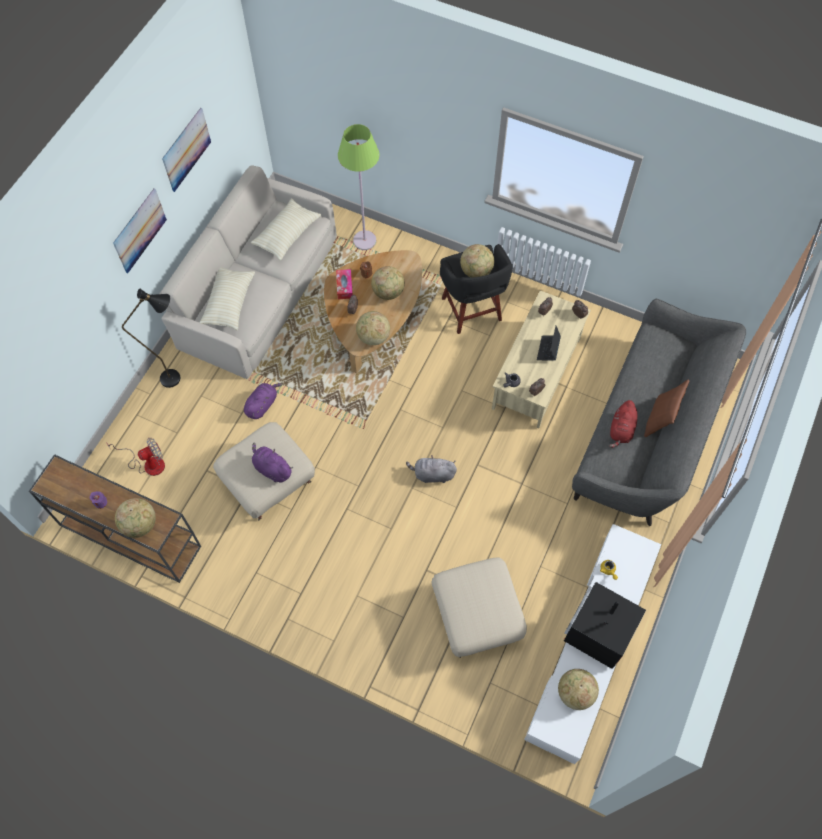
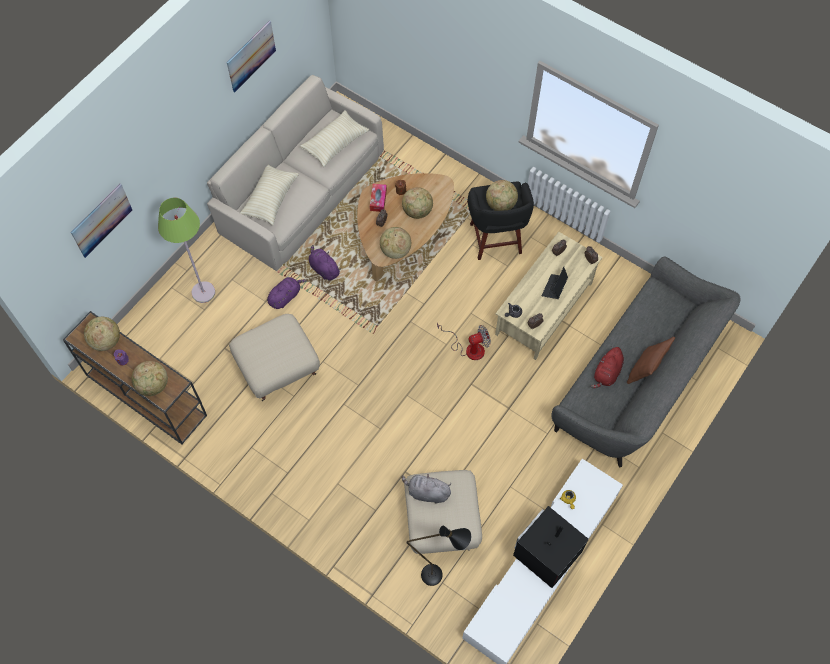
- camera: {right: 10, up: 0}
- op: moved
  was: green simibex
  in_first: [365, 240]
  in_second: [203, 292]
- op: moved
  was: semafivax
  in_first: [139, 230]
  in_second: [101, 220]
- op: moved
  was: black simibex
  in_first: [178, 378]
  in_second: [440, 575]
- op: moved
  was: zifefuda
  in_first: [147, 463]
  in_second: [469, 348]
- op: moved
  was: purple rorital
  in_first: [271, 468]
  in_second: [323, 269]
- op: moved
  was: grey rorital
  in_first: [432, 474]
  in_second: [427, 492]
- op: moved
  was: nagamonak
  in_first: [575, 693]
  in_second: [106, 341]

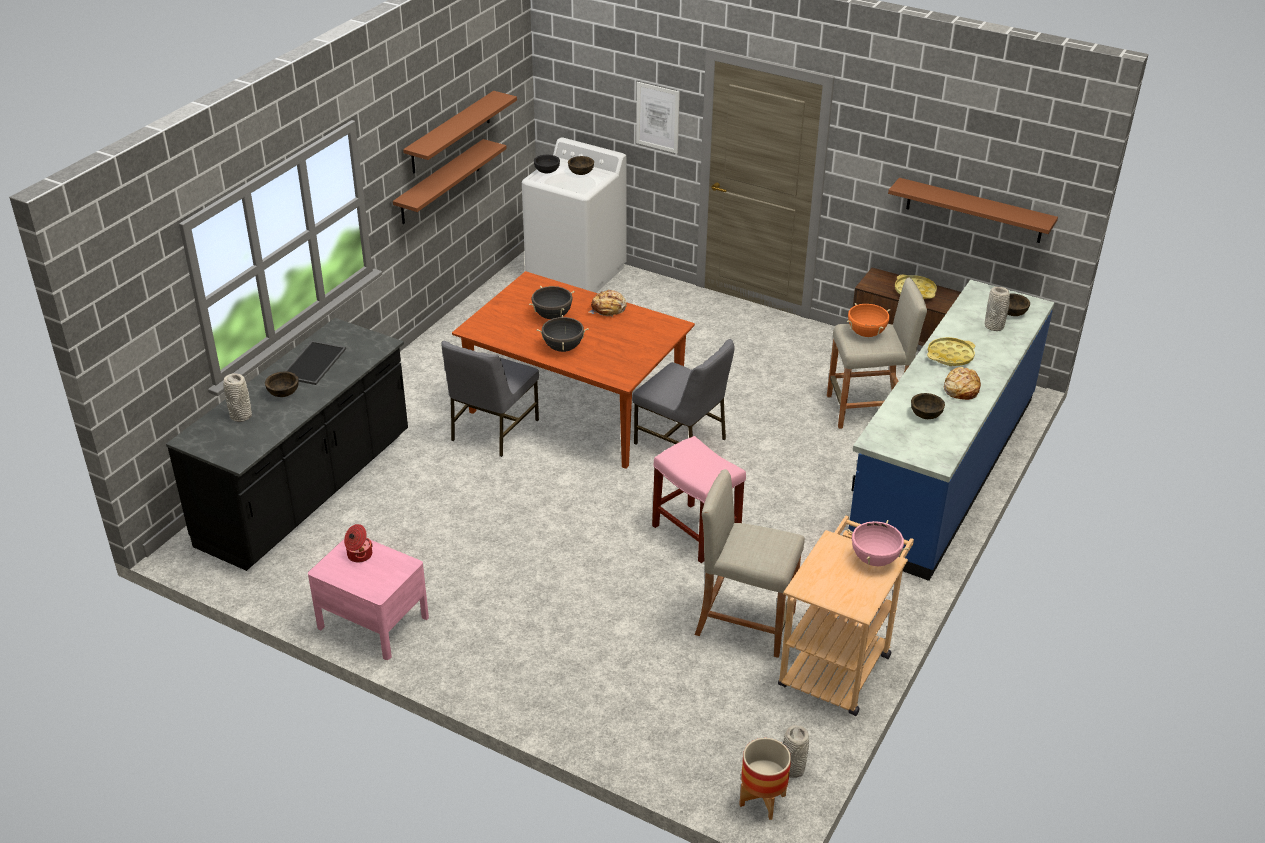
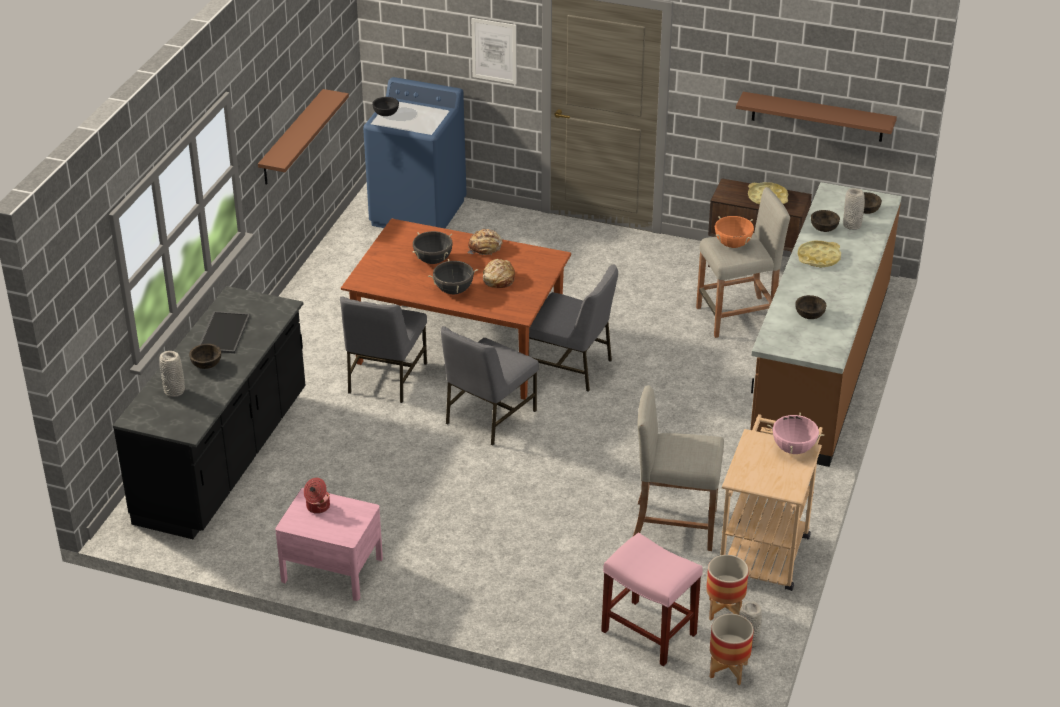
- camera: {right: -10, up: 0}
- op: removed
  was: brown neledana
  in_first: [451, 132]
- op: recoloured
  was: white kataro
  now: blue kataro
  in_first: [576, 274]
  in_second: [418, 213]
- op: moved
  was: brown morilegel
  in_first: [581, 172]
  in_second: [824, 228]
- op: recoloured
  was: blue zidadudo
  now: brown zidadudo
  in_first: [942, 470]
  in_second: [819, 365]
- op: moved
  was: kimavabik
  in_first: [961, 389]
  in_second: [498, 279]
- op: moved
  was: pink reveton
  in_first: [697, 533]
  in_second: [650, 633]
- op: added
  now: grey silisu
  in_second: [488, 417]
- op: added
  now: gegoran
  in_second: [724, 610]

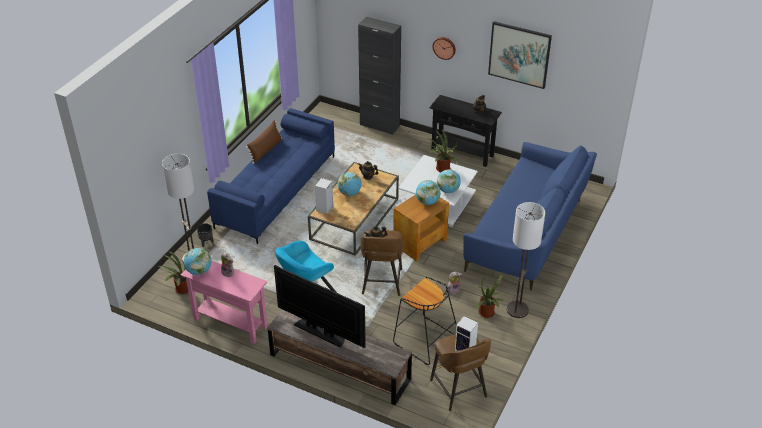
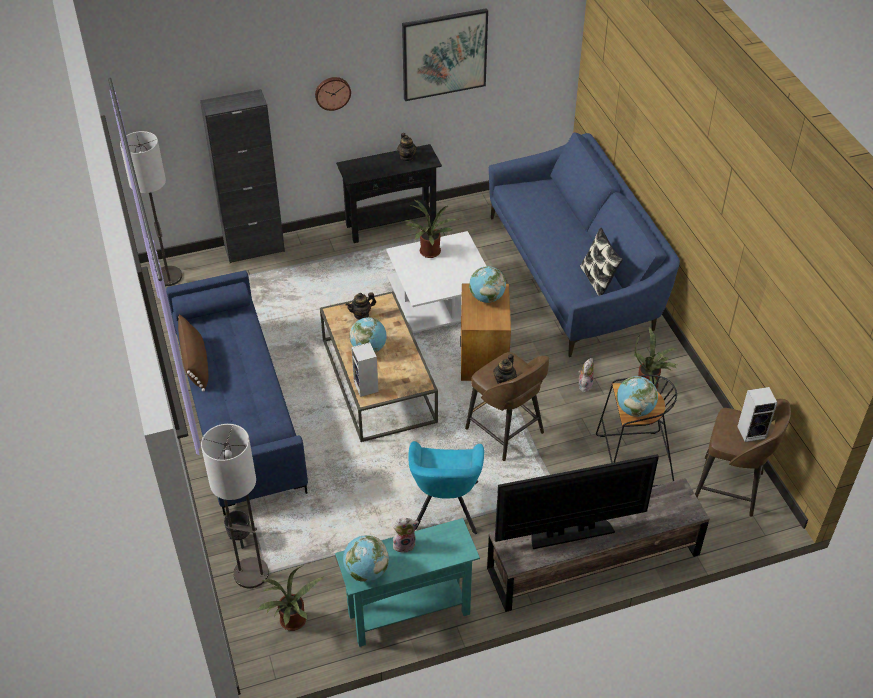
- camera: {right: -45, up: 5}
- op: moved
  was: nagamonak
  in_first: [448, 190]
  in_second: [634, 409]
- op: moved
  was: simibex
  in_first: [517, 310]
  in_second: [168, 277]
- op: recoloured
  was: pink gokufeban
  now: turquoise gokufeban
  in_first: [230, 323]
  in_second: [409, 614]
- op: added
  now: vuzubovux
  in_second: [598, 281]

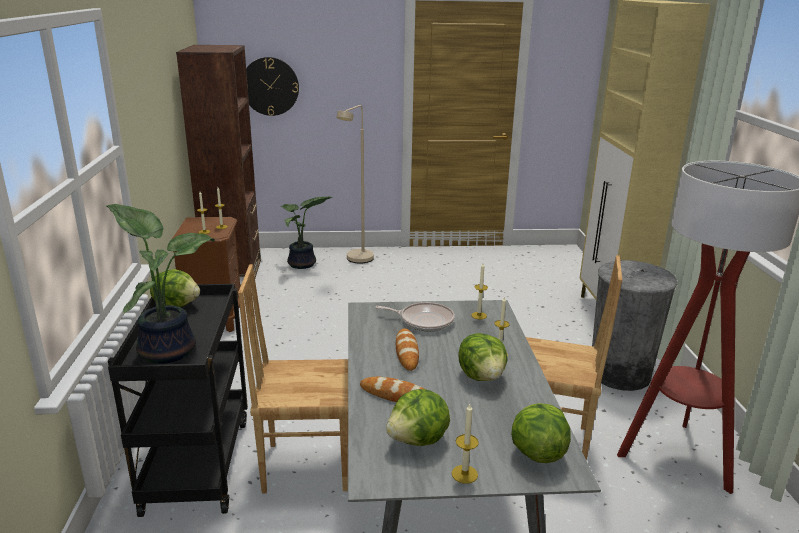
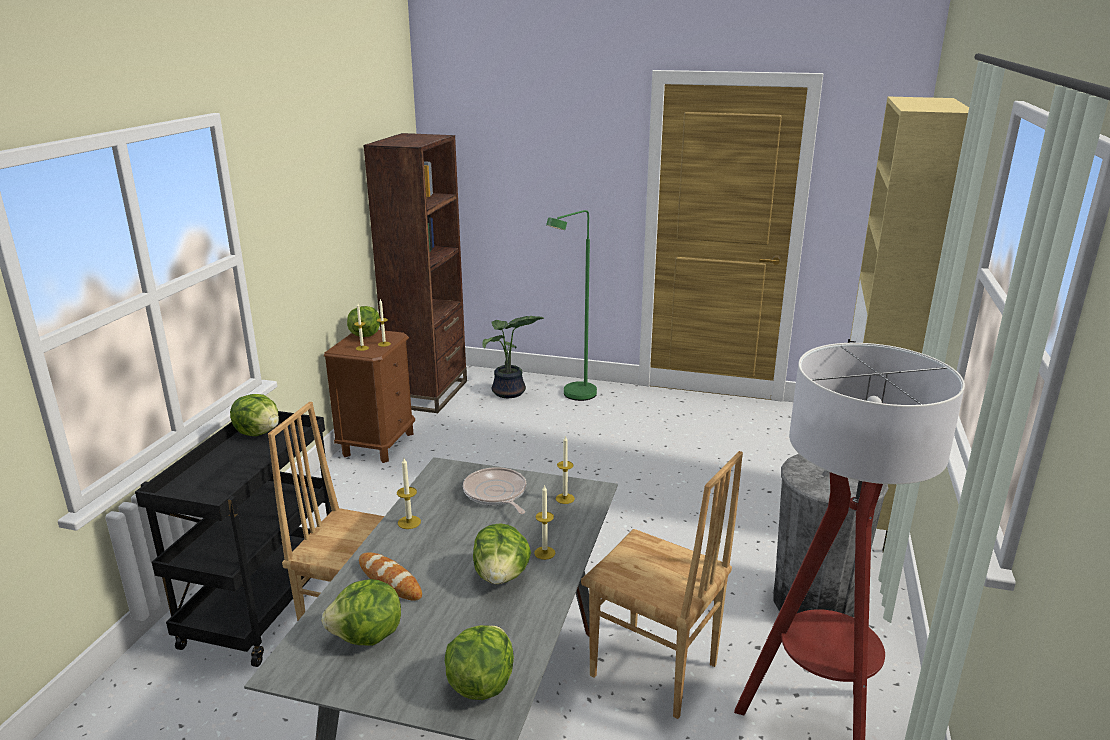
- camera: {right: 20, up: 0}
- op: removed
  was: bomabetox
  in_first: [270, 86]
- op: recoloured
  was: beige simibex
  now: green simibex
  in_first: [357, 261]
  in_second: [574, 396]
- op: removed
  was: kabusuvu
  in_first: [168, 349]
- op: turned
  was: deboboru
  in_first: [424, 320]
  in_second: [496, 494]
  clockwise: -150
- op: removed
  was: kimavabik
  in_first: [407, 352]
- op: moved
  was: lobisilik
  in_first: [464, 474]
  in_second: [409, 522]
- op: added
  now: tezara
  in_second: [365, 335]

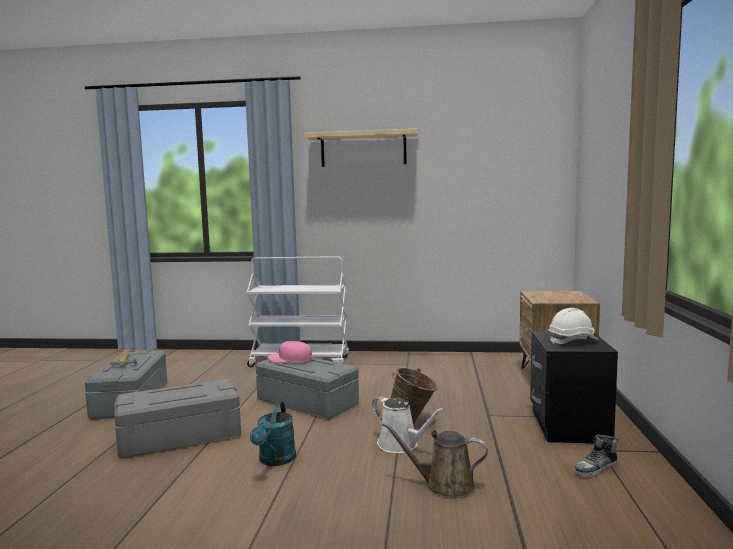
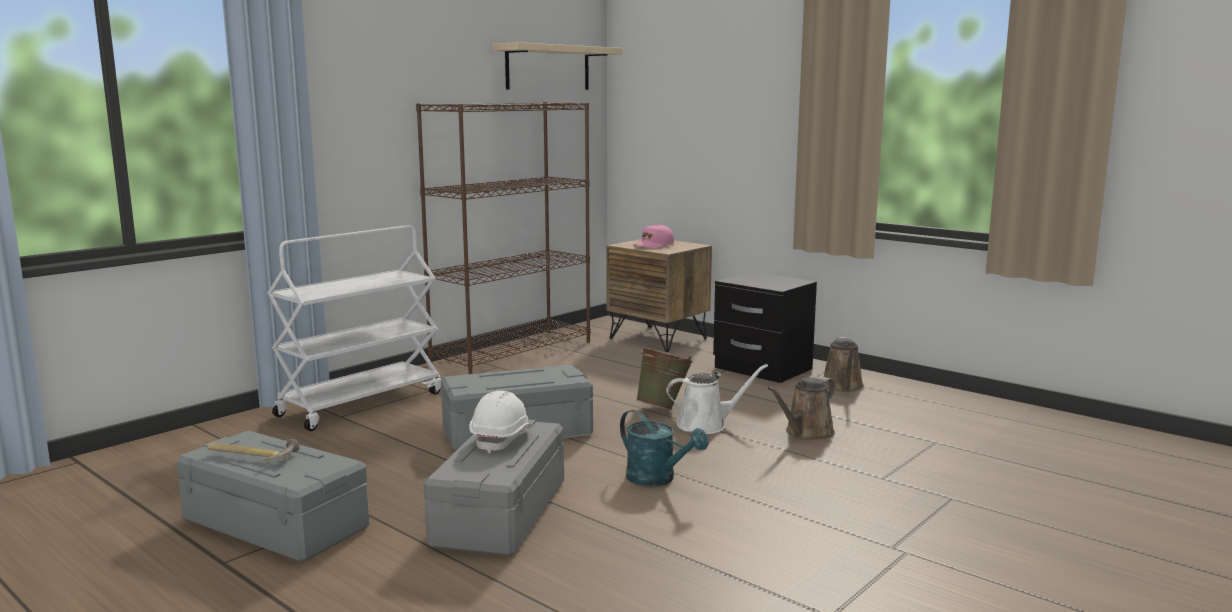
- camera: {right: -55, up: 5}
- op: moved
  was: beige neledana
  in_first: [363, 149]
  in_second: [548, 68]
- op: moved
  was: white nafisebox
  in_first: [573, 341]
  in_second: [502, 439]
- op: moved
  was: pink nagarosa
  in_first: [290, 359]
  in_second: [654, 245]
- op: replaced
  was: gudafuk
  now: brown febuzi
  in_first: [596, 469]
  in_second: [843, 386]
- op: added
  now: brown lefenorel
  in_second: [513, 352]

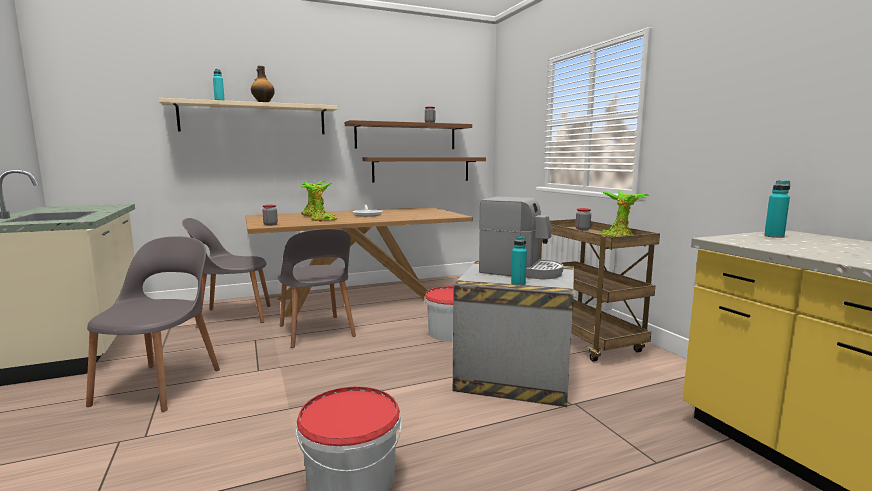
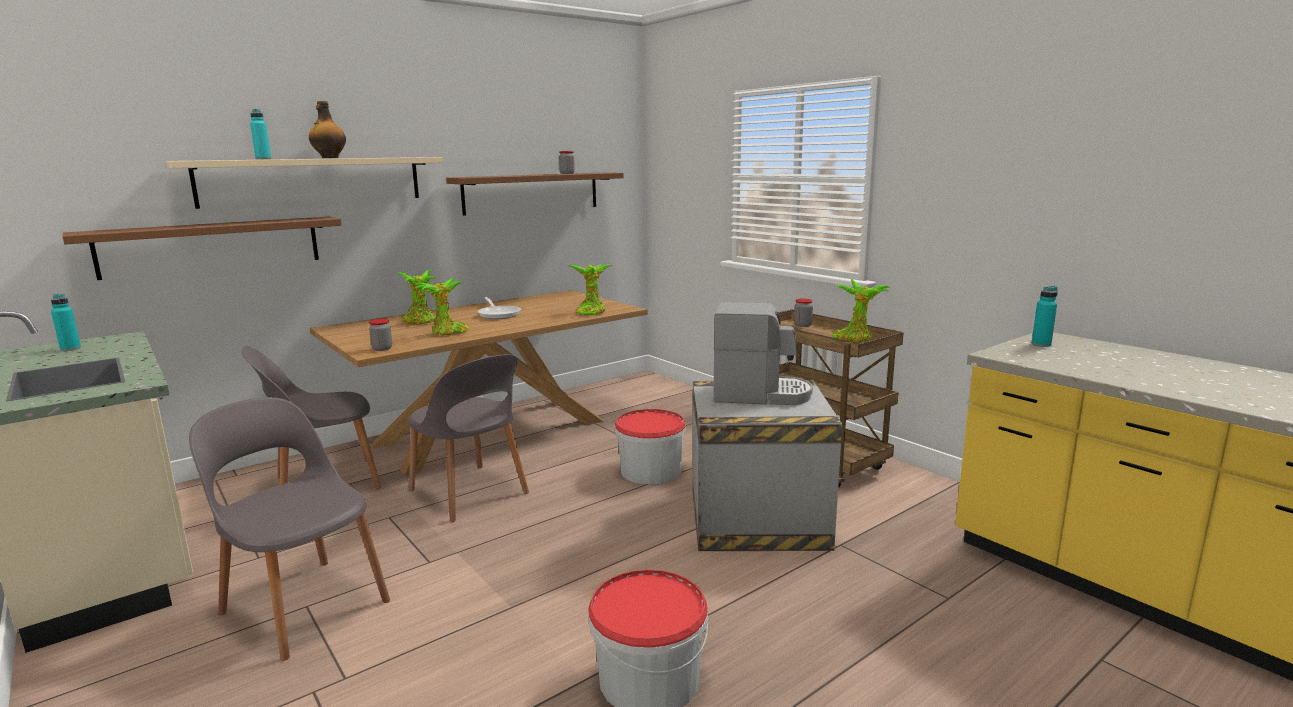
- camera: {right: -15, up: 5}
- op: moved
  was: brown neledana
  in_first: [421, 169]
  in_second: [212, 246]
- op: turned
  was: grey silisu
  in_first: [161, 385]
  in_second: [303, 604]
  clockwise: -45
- op: moved
  was: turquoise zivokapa
  in_first: [518, 283]
  in_second: [70, 349]
- op: added
  now: kabusuvu
  in_second: [591, 312]

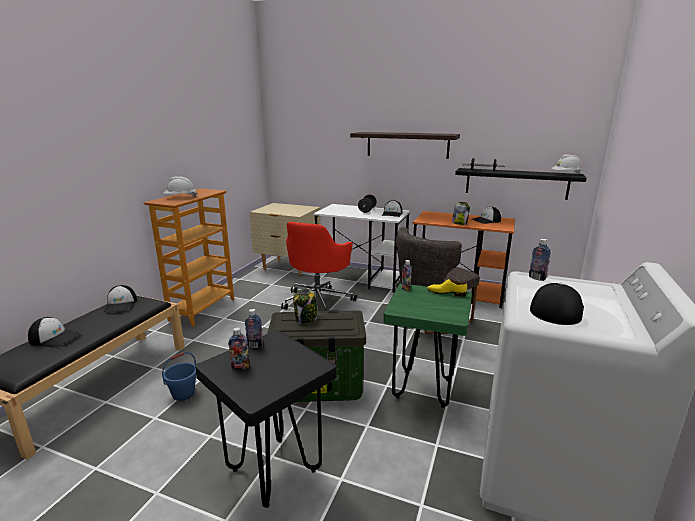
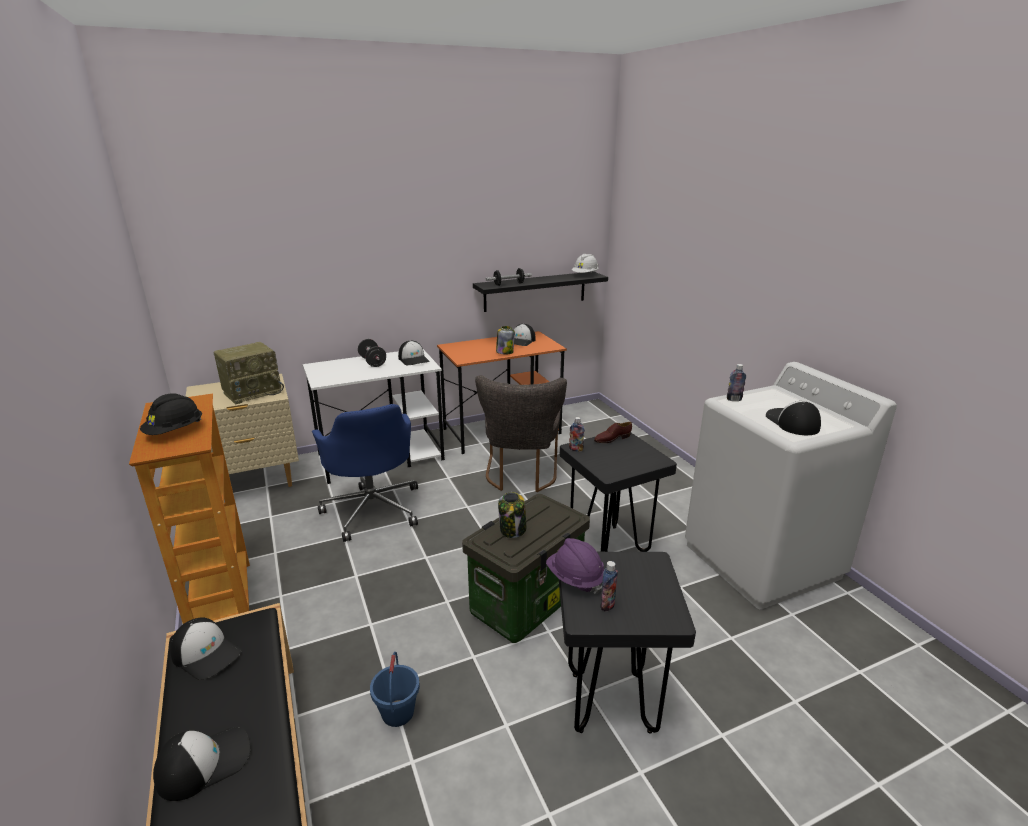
- camera: {right: -45, up: 5}
- op: removed
  was: neledana
  in_first: [407, 145]
- op: recoloured
  was: white nafisebox
  now: black nafisebox
  in_first: [180, 198]
  in_second: [175, 432]
- op: recoloured
  was: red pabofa
  now: blue pabofa
  in_first: [318, 300]
  in_second: [373, 509]
- op: recoloured
  was: yellow gudafuk
  now: brown gudafuk
  in_first: [446, 293]
  in_second: [612, 439]
- op: recoloured
  was: green reveton
  now: black reveton
  in_first: [423, 389]
  in_second: [609, 546]
- op: replaced
  was: zivokapa
  now: purple nafisebox
  in_first: [255, 345]
  in_second: [575, 578]
- op: added
  now: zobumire
  in_second: [253, 392]

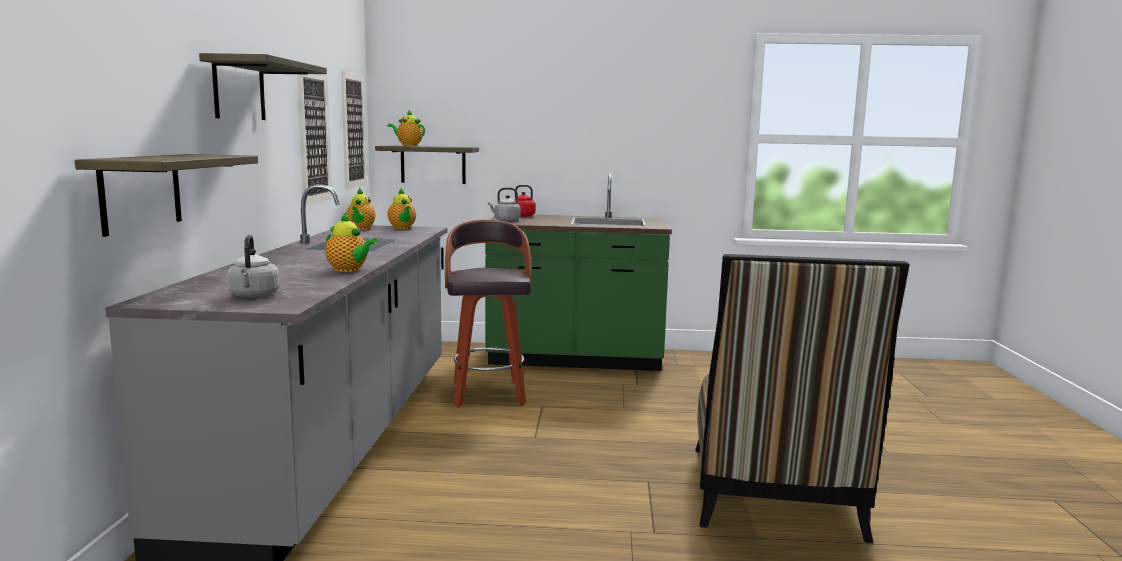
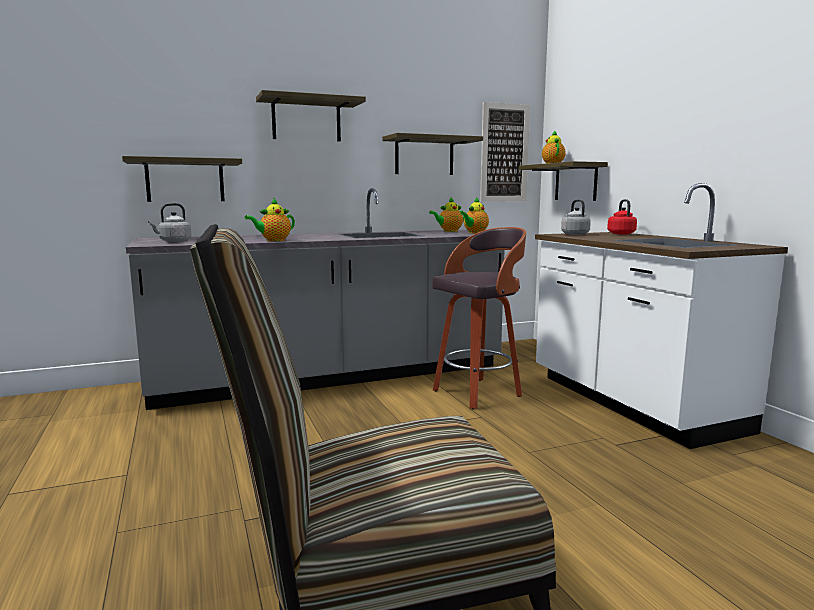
- camera: {right: 65, up: 0}
- op: replaced
  was: semafivax
  now: neledana
  in_first: [314, 137]
  in_second: [424, 156]
- op: recoloured
  was: green zidadudo
  now: white zidadudo
  in_first: [575, 359]
  in_second: [631, 403]
- op: turned
  was: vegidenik
  in_first: [349, 270]
  in_second: [273, 240]
  clockwise: 45

